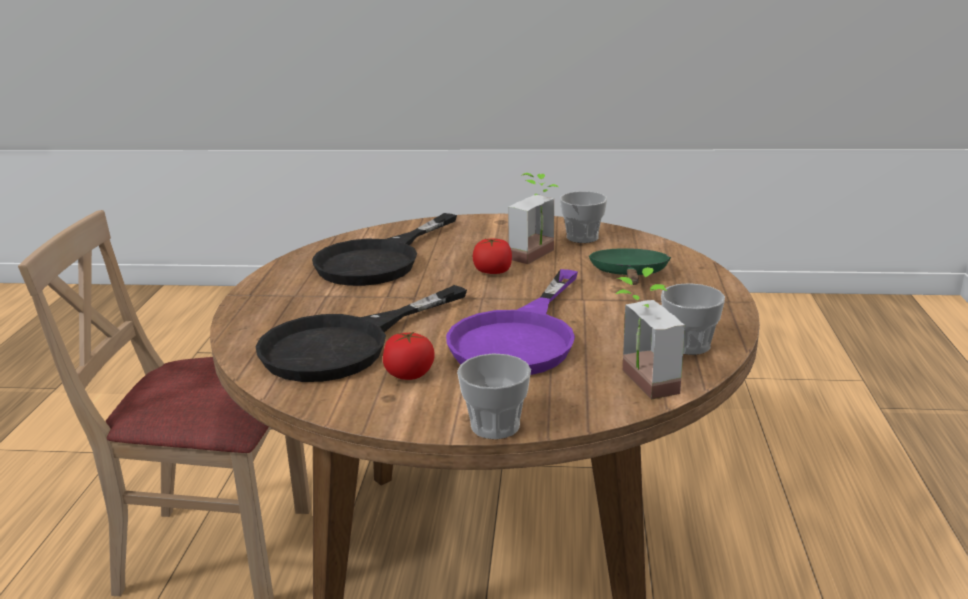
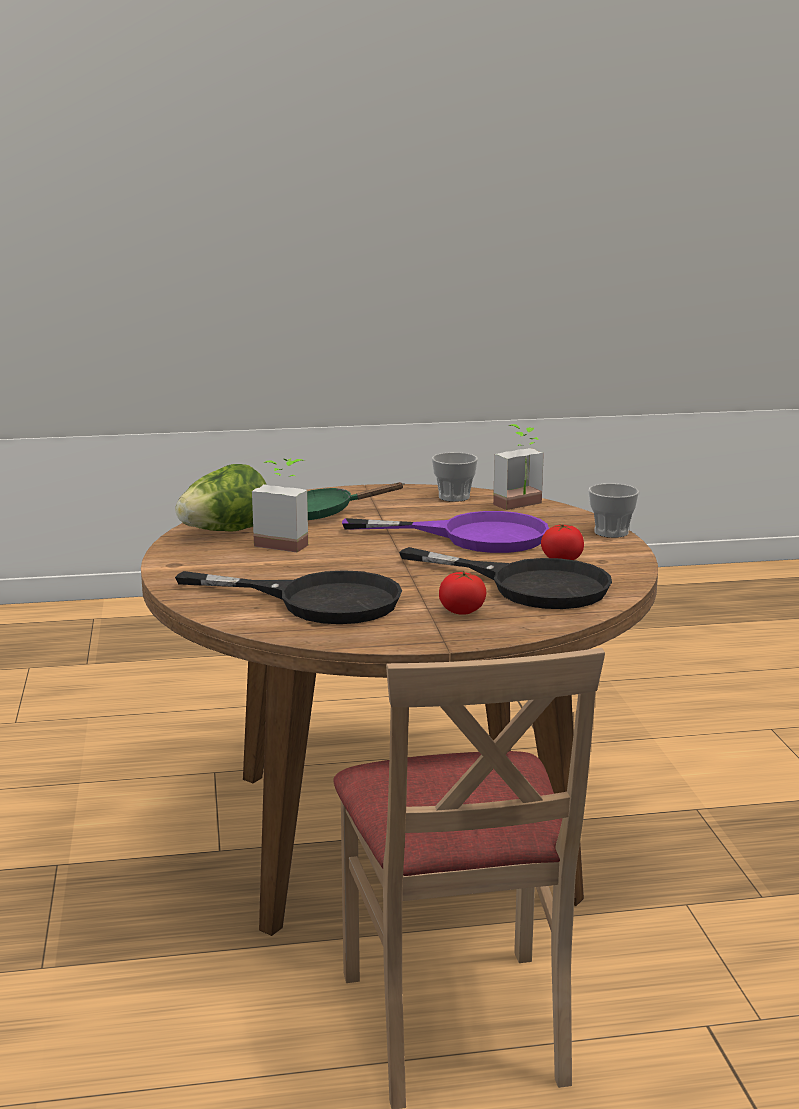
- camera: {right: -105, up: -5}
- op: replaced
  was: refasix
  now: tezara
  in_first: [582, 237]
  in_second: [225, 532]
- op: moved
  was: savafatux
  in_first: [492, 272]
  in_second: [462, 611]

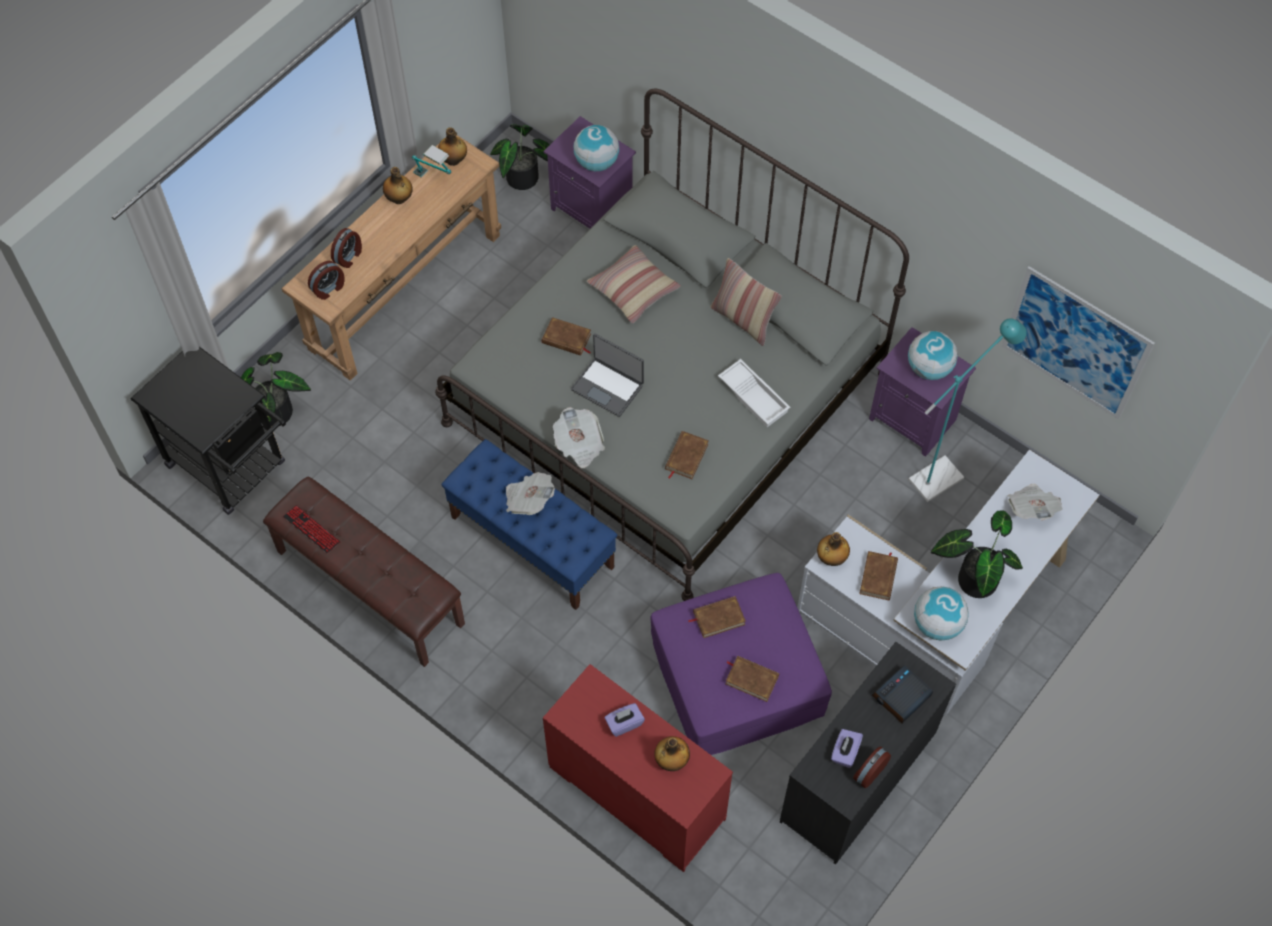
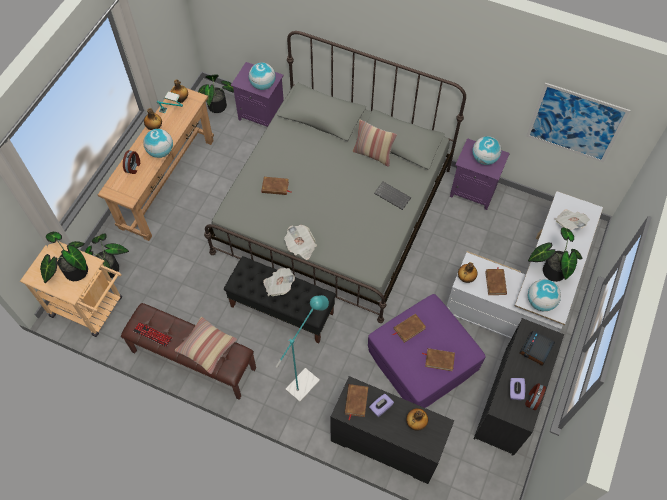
- camera: {right: -15, up: 0}
- op: moved
  was: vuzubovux
  in_first: [633, 289]
  in_second: [207, 347]
- op: removed
  was: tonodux
  in_first: [329, 288]
- op: moved
  was: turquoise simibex
  in_first: [943, 474]
  in_second: [306, 380]
- op: removed
  was: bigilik
  in_first: [608, 386]
- op: recoloured
  was: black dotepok
  now: beige dotepok
  in_first: [233, 469]
  in_second: [92, 309]
- op: replaced
  was: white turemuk
  now: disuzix
  in_first: [754, 396]
  in_second: [393, 196]
- op: moved
  was: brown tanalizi
  in_first: [686, 457]
  in_second: [356, 401]
- op: recoloured
  was: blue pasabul
  now: black pasabul
  in_first: [533, 542]
  in_second: [282, 310]
- op: recoloured
  was: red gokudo
  now: black gokudo
  in_first: [635, 793]
  in_second: [386, 444]
- op: added
  now: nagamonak
  in_second: [161, 151]
- op: added
  now: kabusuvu
  in_second: [73, 272]

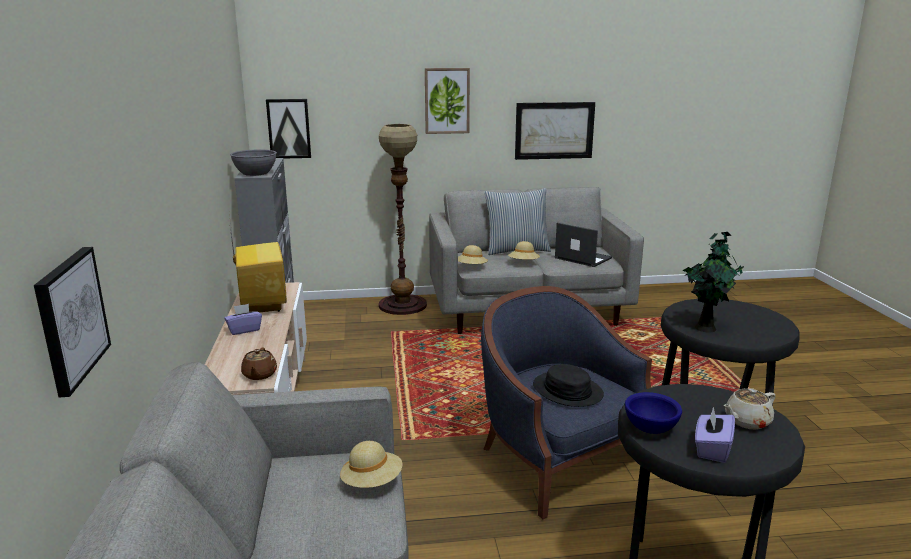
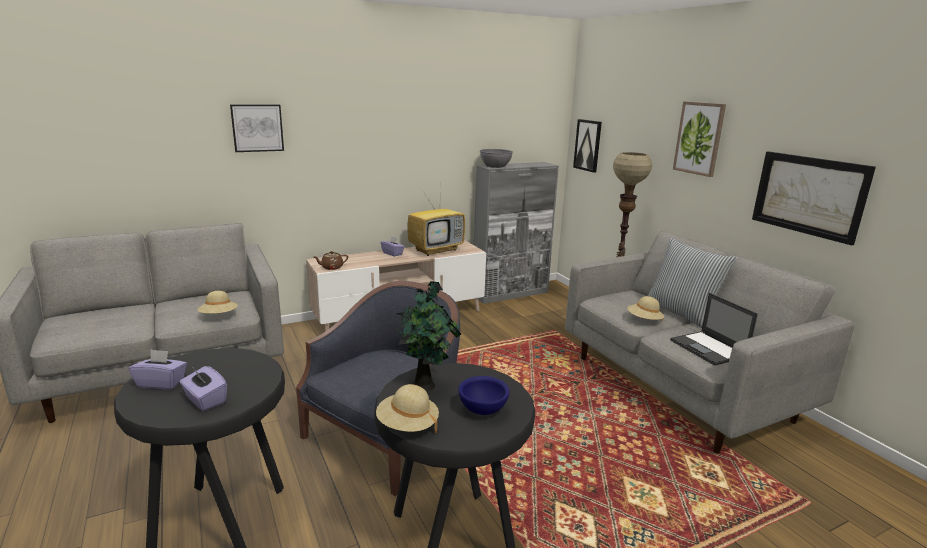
- camera: {right: 70, up: 0}
- op: turned
  was: bigilik
  in_first: [582, 258]
  in_second: [709, 348]
  clockwise: 135
- op: moved
  was: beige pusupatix
  in_first: [471, 267]
  in_second: [407, 425]
- op: moved
  was: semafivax
  in_first: [71, 318]
  in_second: [257, 128]
- op: removed
  was: black pusupatix
  in_first: [567, 391]
- op: replaced
  was: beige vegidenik
  now: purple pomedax
  in_first: [746, 421]
  in_second: [205, 400]
- op: moved
  was: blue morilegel
  in_first: [651, 429]
  in_second: [482, 410]

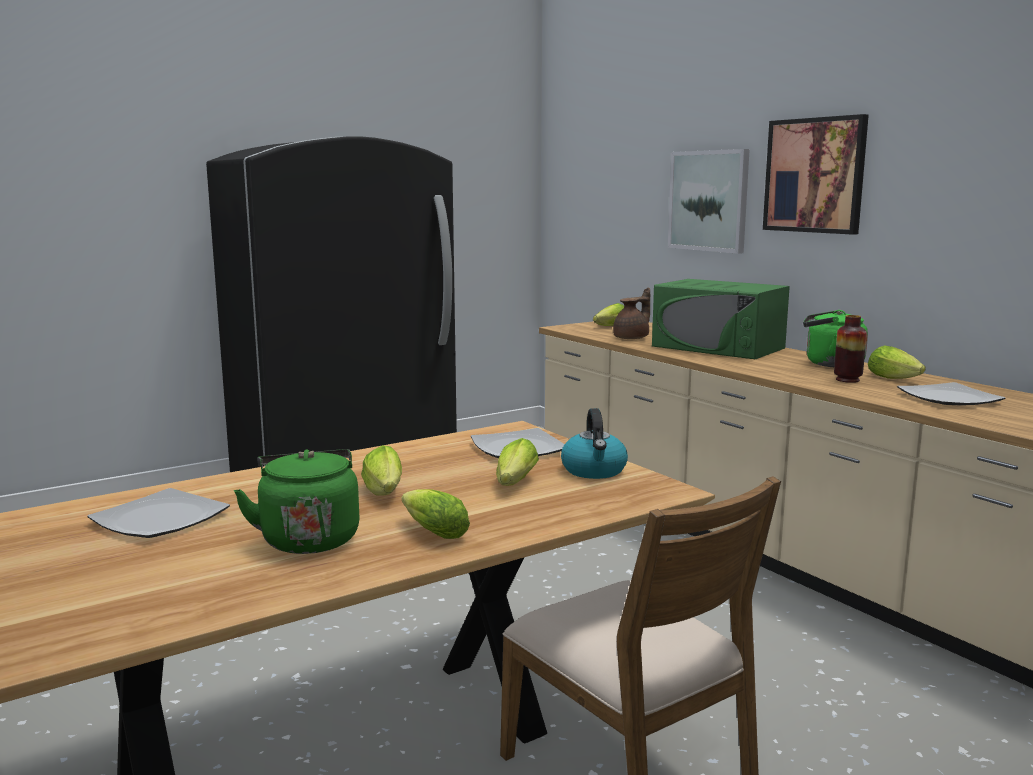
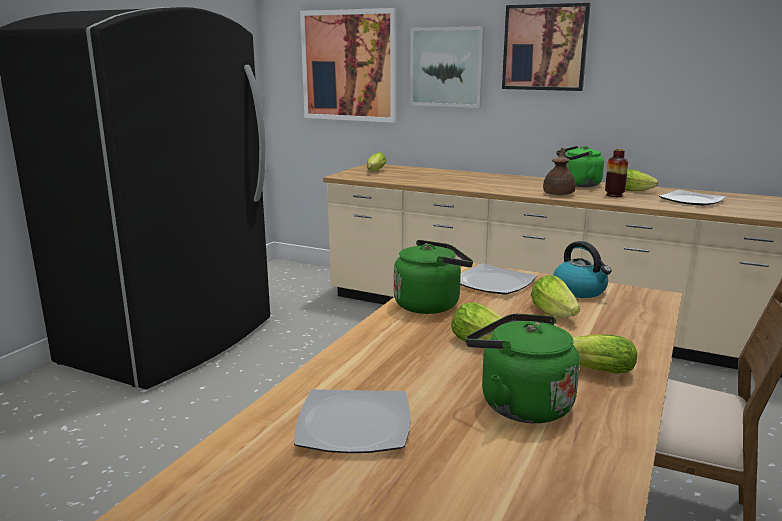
- camera: {right: -30, up: 5}
- op: removed
  was: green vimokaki
  in_first: [718, 347]
- op: moved
  was: brown vegidenik
  in_first: [632, 338]
  in_second: [559, 193]
- op: added
  now: semafivax
  in_second: [349, 66]
- op: added
  now: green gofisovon
  in_second: [430, 304]

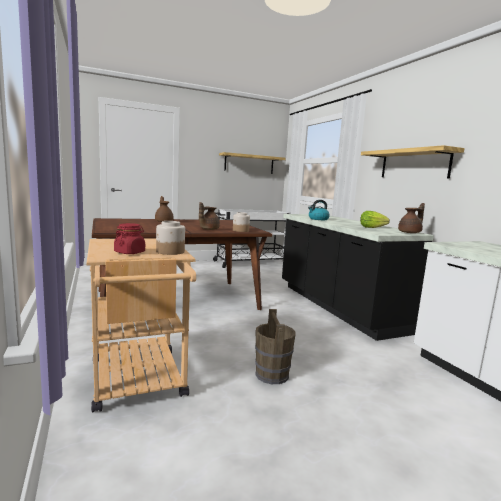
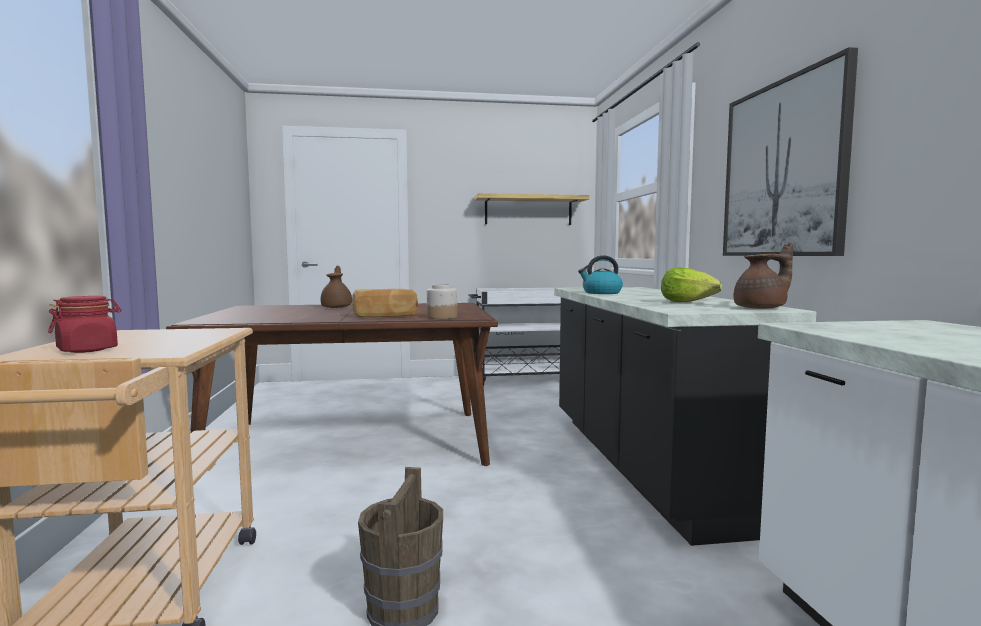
- camera: {right: 15, up: -5}
- op: replaced
  was: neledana
  now: semafivax
  in_first: [414, 164]
  in_second: [782, 169]
- op: replaced
  was: brown vegidenik
  now: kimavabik
  in_first: [208, 229]
  in_second: [385, 316]
- op: removed
  was: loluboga
  in_first: [170, 252]

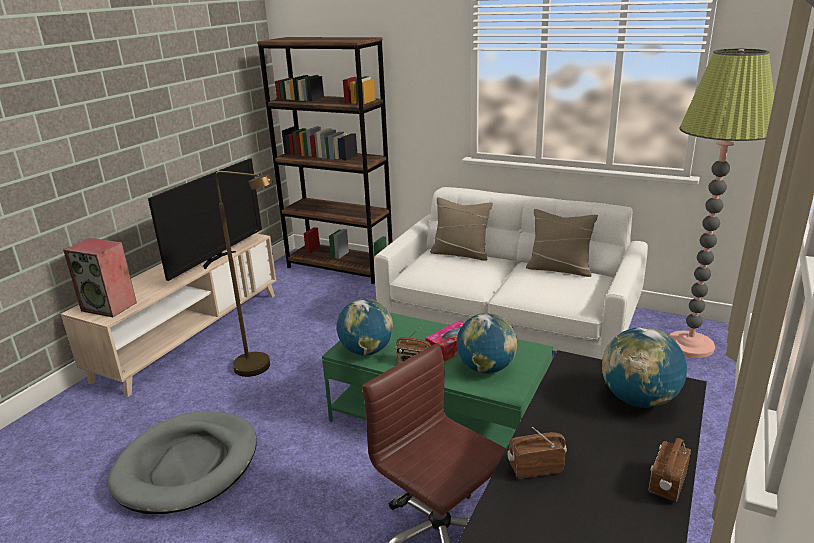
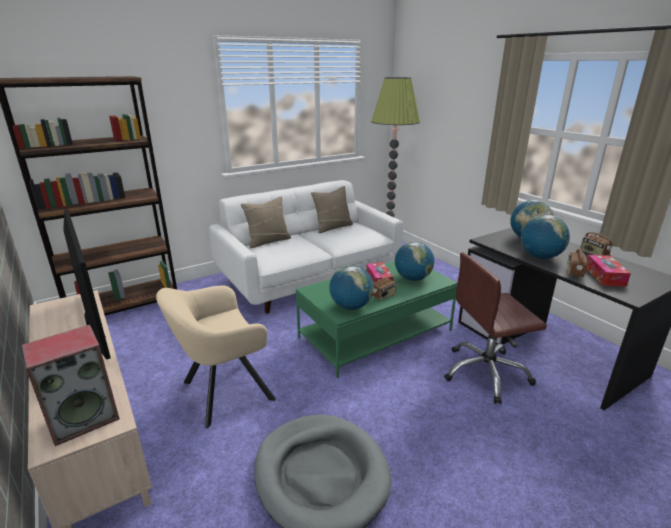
- camera: {right: -60, up: 0}
- op: replaced
  was: brown simibex
  now: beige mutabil
  in_first: [261, 368]
  in_second: [222, 392]
- op: added
  now: nagamonak
  in_second: [540, 257]
- op: added
  now: pomedax
  in_second: [604, 276]

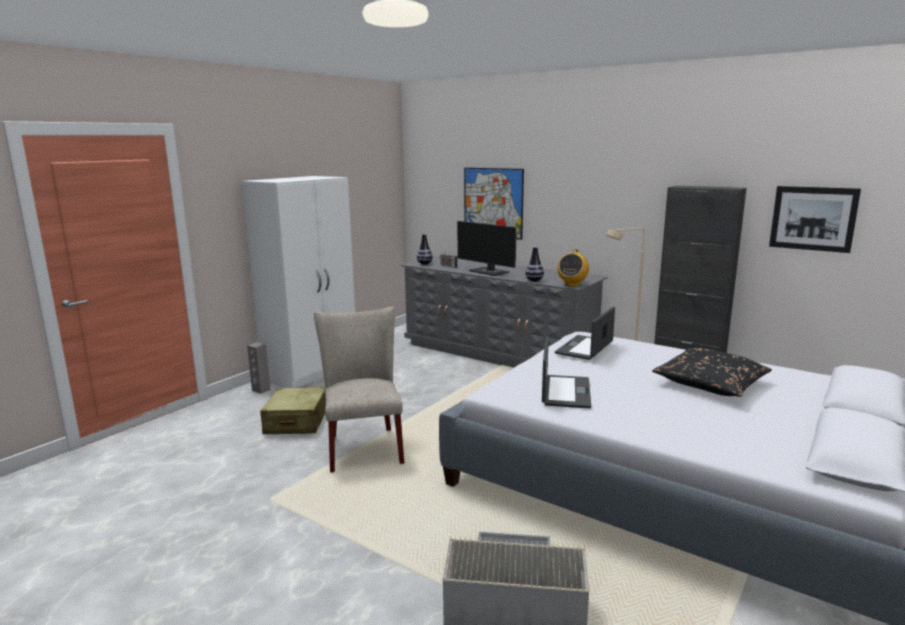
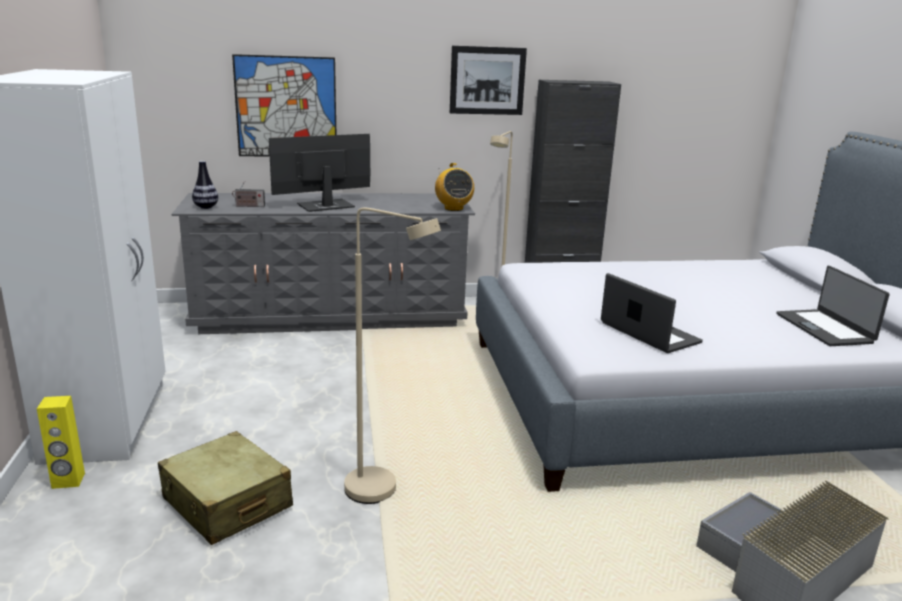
- camera: {right: -45, up: 5}
- op: moved
  was: semafivax
  in_first: [813, 218]
  in_second: [487, 80]
- op: turned
  was: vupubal
  in_first: [489, 272]
  in_second: [325, 206]
  clockwise: 150
- op: removed
  was: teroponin
  in_first: [534, 280]
- op: replaced
  was: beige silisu
  now: beige simibex
  in_first: [363, 446]
  in_second: [382, 493]
- op: moved
  was: bigilik
  in_first: [585, 348]
  in_second: [825, 328]
- op: recoloured
  was: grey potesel
  now: yellow potesel
  in_first: [261, 390]
  in_second: [68, 481]
- op: removed
  was: black vuzubovux
  in_first: [710, 383]

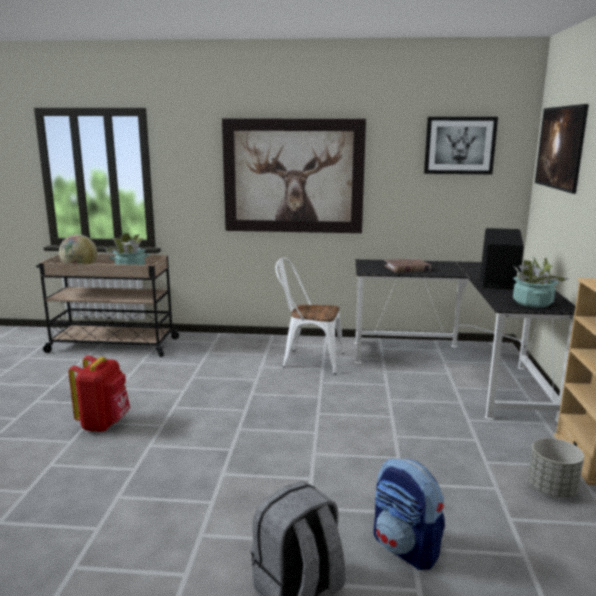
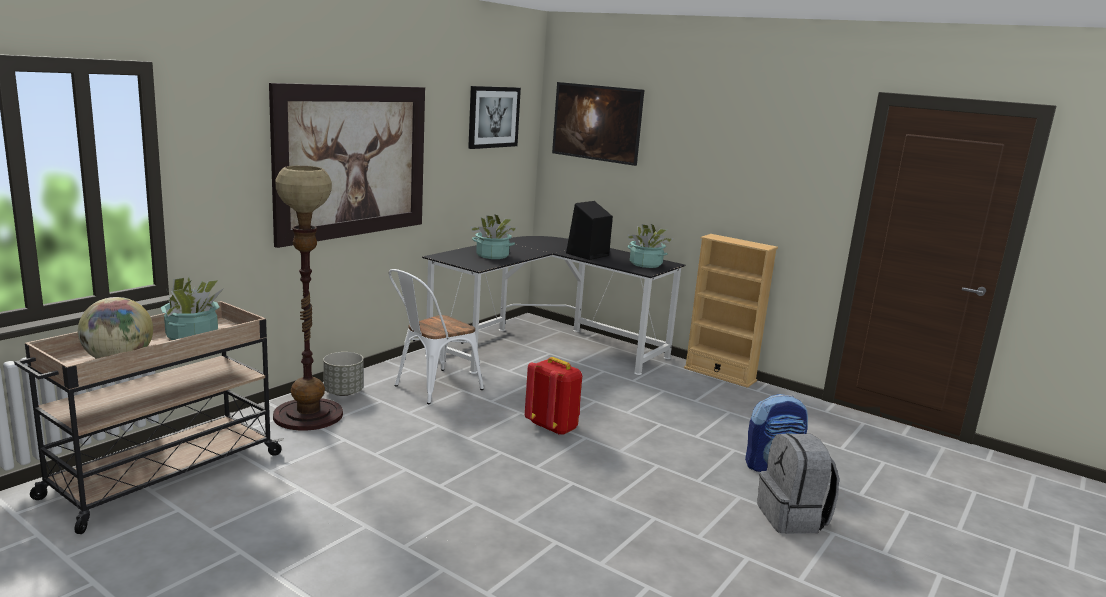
- camera: {right: -60, up: 0}
- op: replaced
  was: brown tanalizi
  now: kabusuvu
  in_first: [407, 268]
  in_second: [492, 255]
- op: moved
  was: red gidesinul
  in_first: [104, 424]
  in_second: [553, 427]
- op: moved
  was: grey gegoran
  in_first: [552, 489]
  in_second: [344, 392]
- op: added
  now: simibex
  in_second: [308, 415]

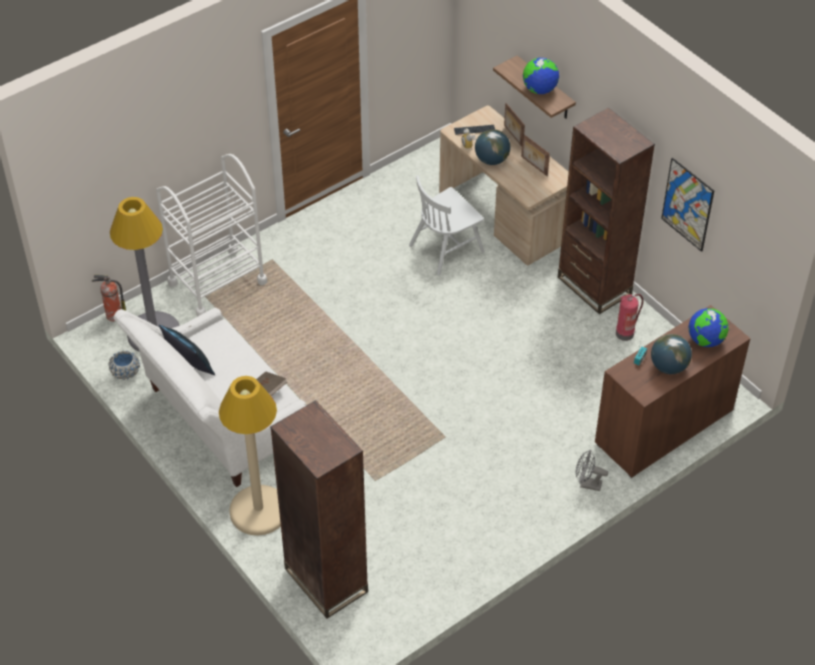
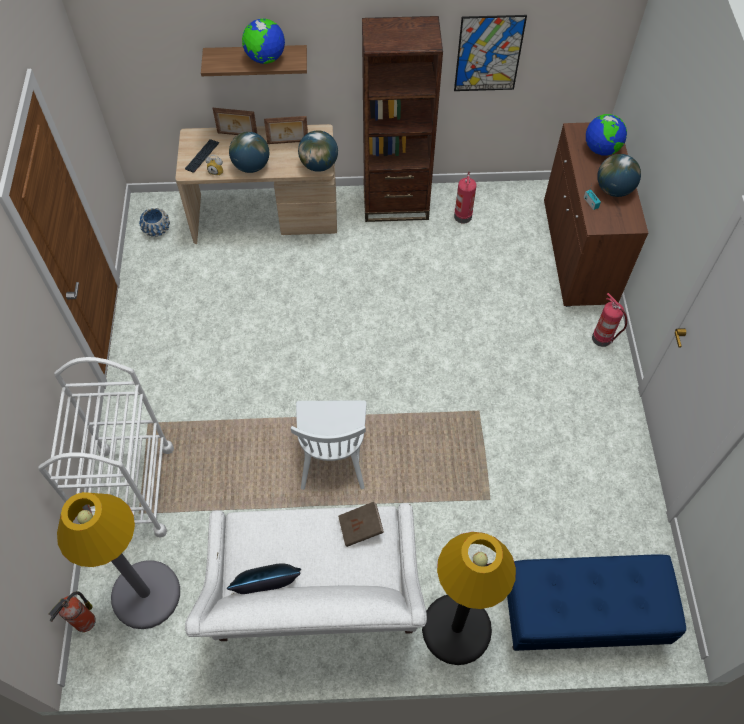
- camera: {right: -55, up: 10}
- op: moved
  was: white silisu
  in_first: [446, 248]
  in_second: [333, 456]
- op: moved
  was: blue gegoran
  in_first: [125, 372]
  in_second: [156, 229]
- op: recoloured
  was: beige simibex
  now: black simibex
  in_first: [258, 511]
  in_second: [456, 629]
- op: replaced
  was: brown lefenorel
  now: blue pasabul
  in_first: [326, 580]
  in_second: [581, 615]
- op: replaced
  was: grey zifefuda
  now: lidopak
  in_first: [587, 484]
  in_second: [602, 339]
- op: added
  now: nagamonak
  in_second: [319, 165]

